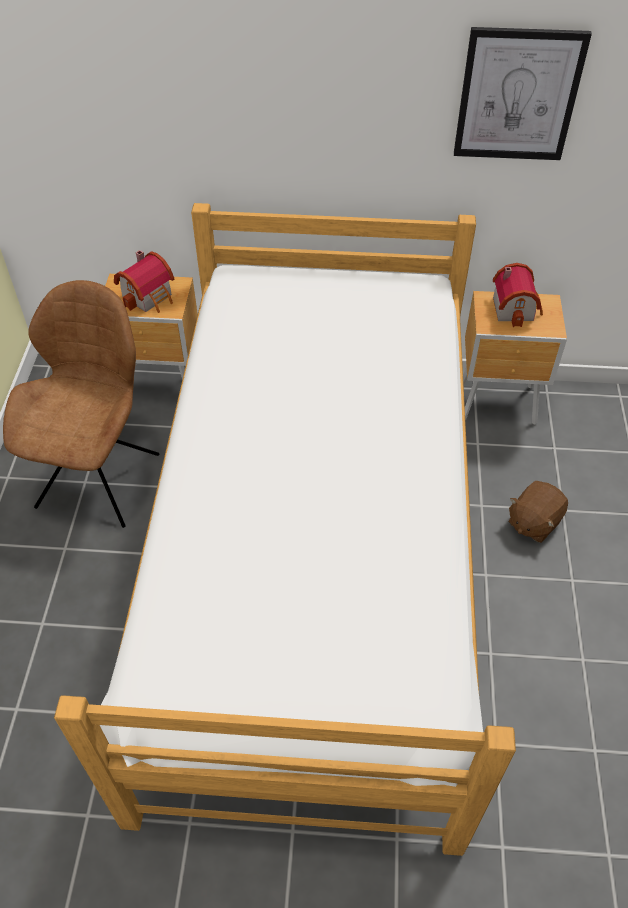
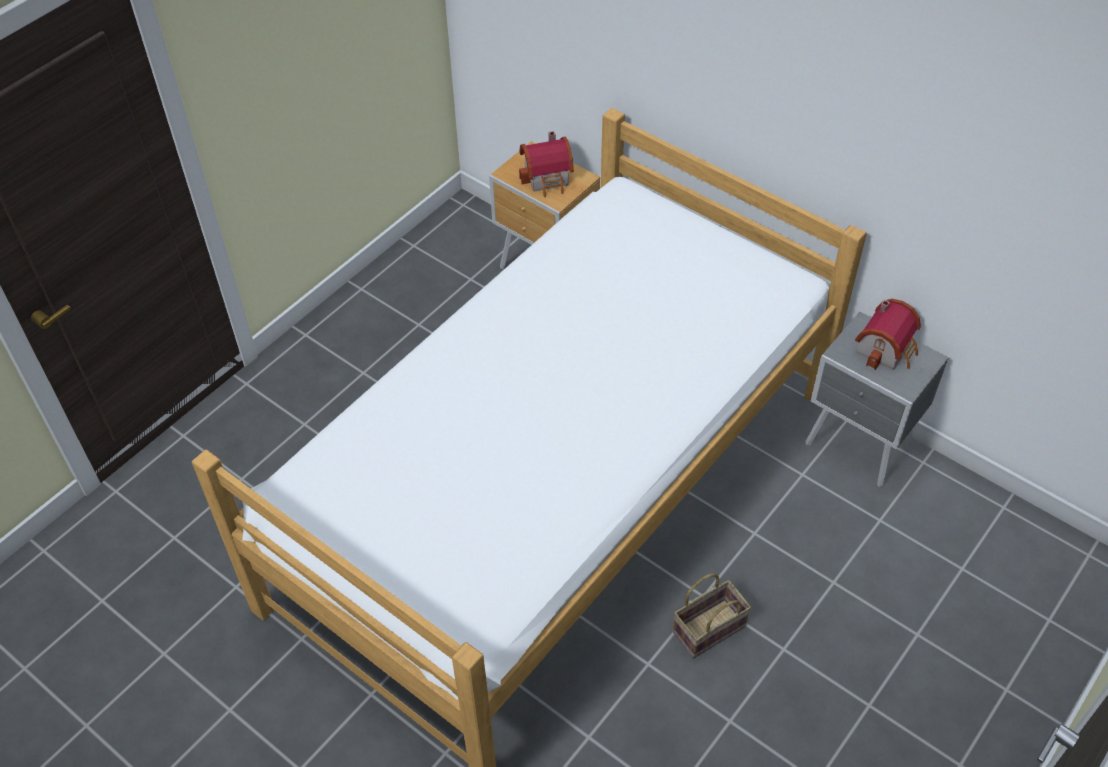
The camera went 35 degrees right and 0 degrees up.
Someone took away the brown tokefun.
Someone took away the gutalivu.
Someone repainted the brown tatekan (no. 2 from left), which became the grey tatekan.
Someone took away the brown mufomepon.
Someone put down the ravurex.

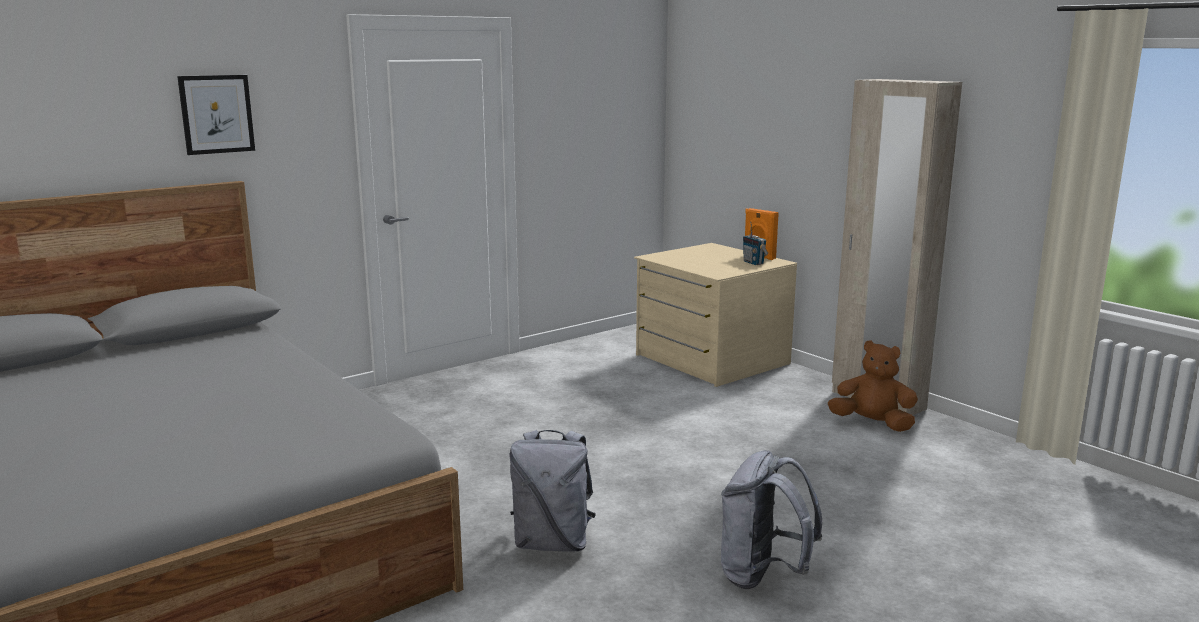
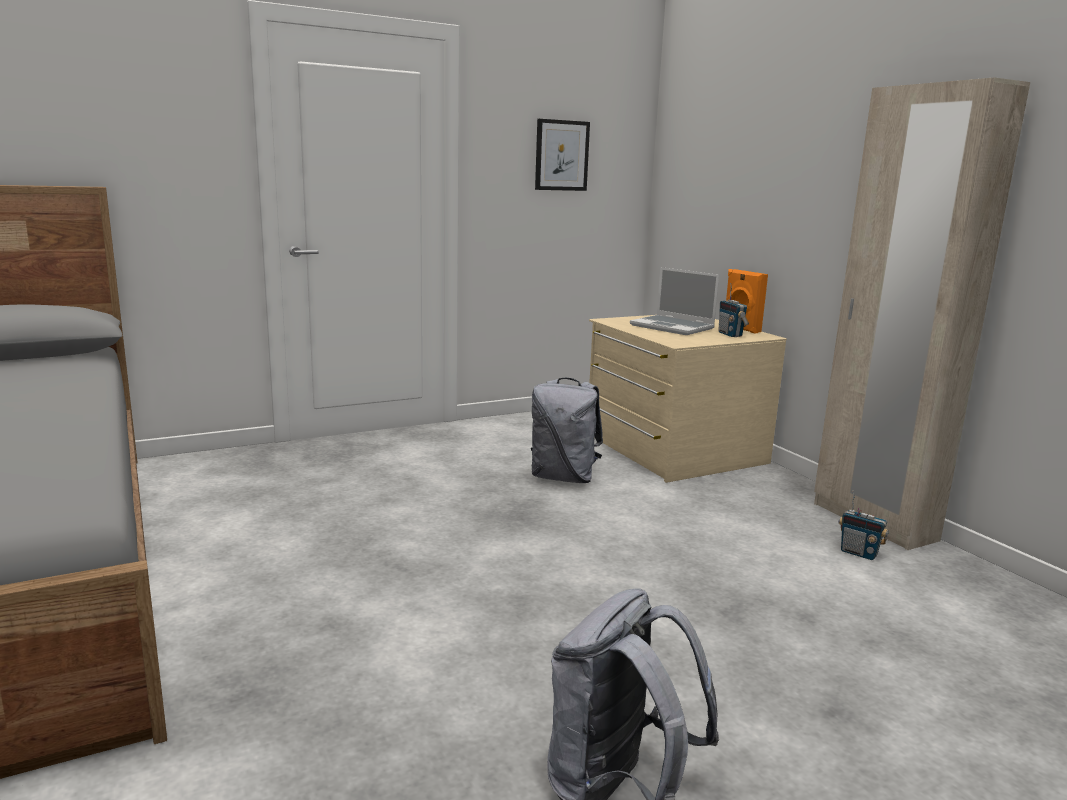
The camera went 10 degrees right and 0 degrees up.
Someone carried the gutalivu.
Someone carried the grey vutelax (no. 1 from left).
Someone swapped the brown mufomepon for the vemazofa (no. 2 from left).
Someone put down the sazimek.

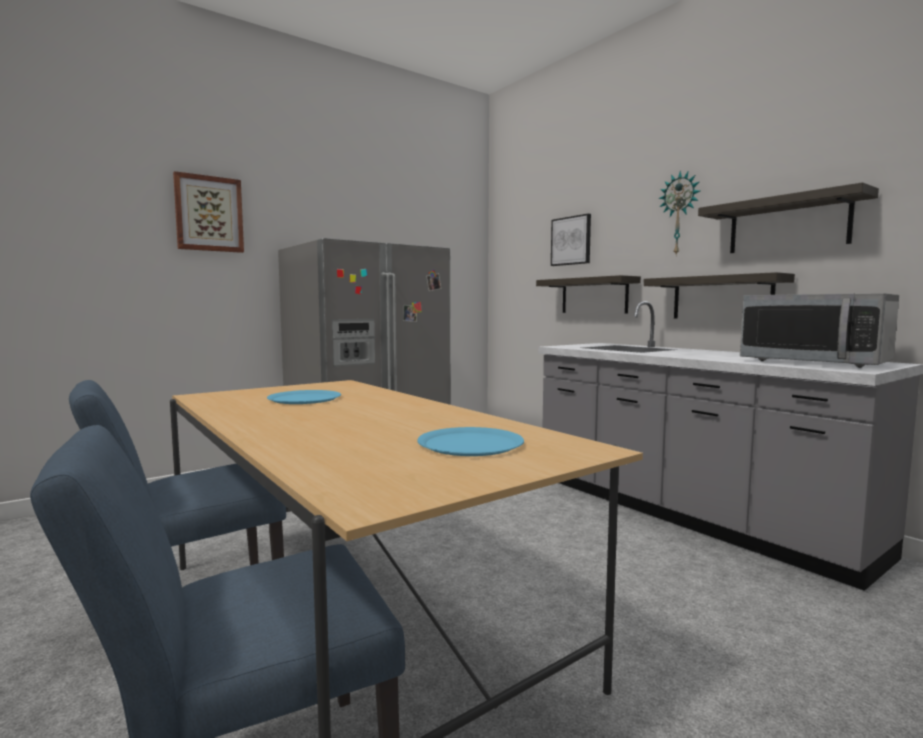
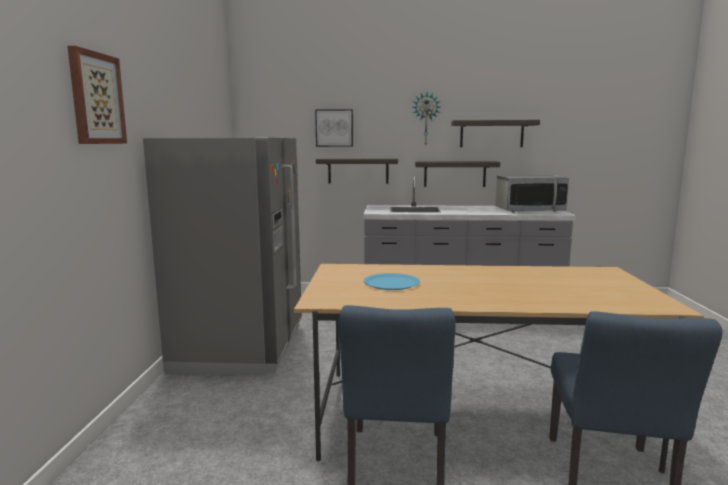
The camera went 50 degrees left and 5 degrees up.
Someone took away the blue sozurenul (no. 2 from left).

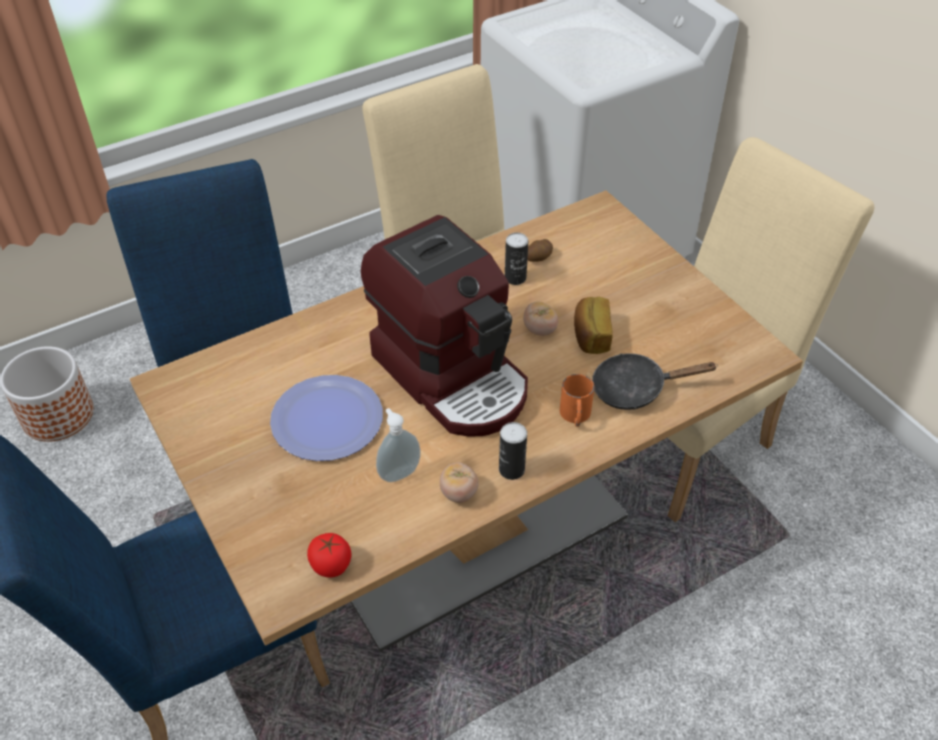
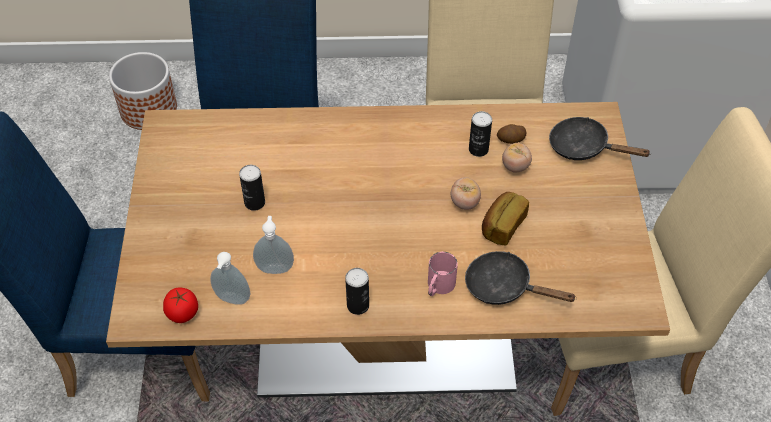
The camera went 30 degrees right and 5 degrees up.
Someone swapped the sozurenul for the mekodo (no. 1 from left).
Someone took away the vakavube.
Someone carried the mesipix (no. 2 from left in the first image).
Someone repainted the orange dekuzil, which became the pink dekuzil.
Someone put down the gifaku (no. 1 from left).
Someone put down the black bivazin (no. 2 from left).

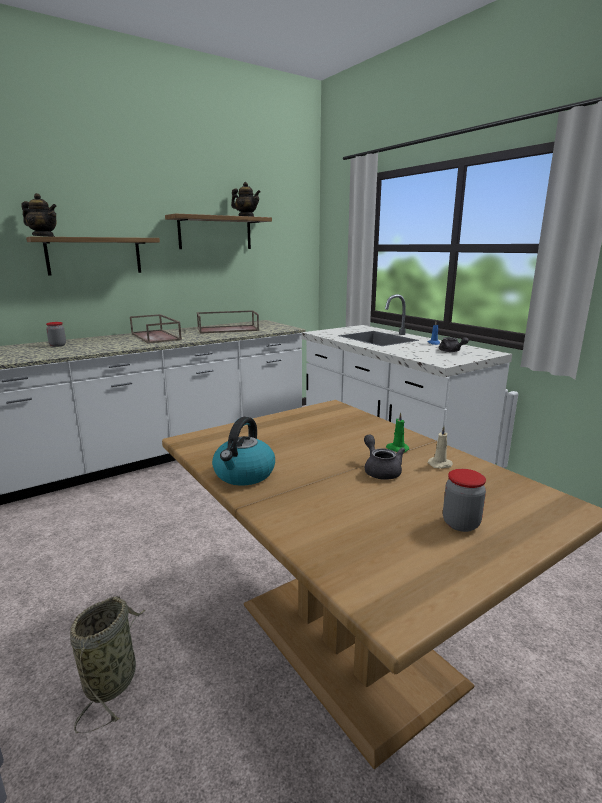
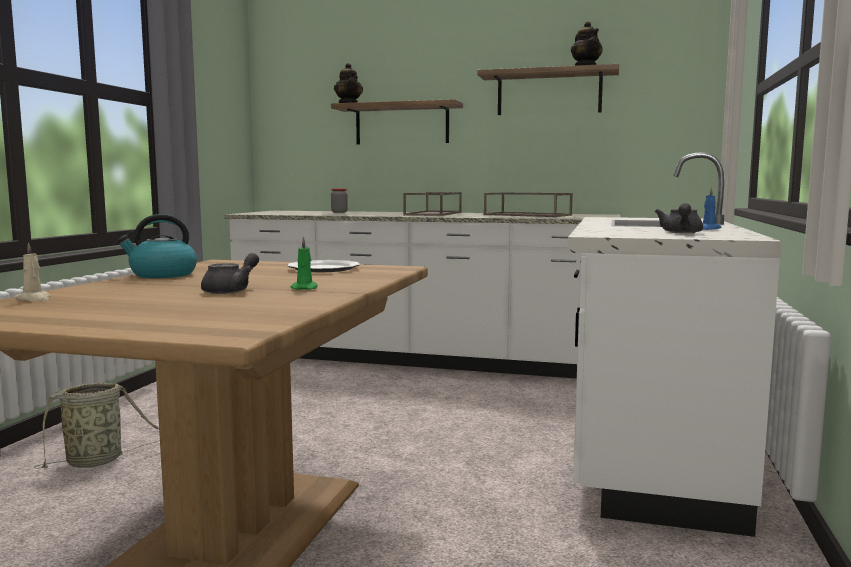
The camera went 50 degrees right and 10 degrees down.
Someone carried the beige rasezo.
Someone took away the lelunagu (no. 2 from left).
Someone put down the sozurenul.

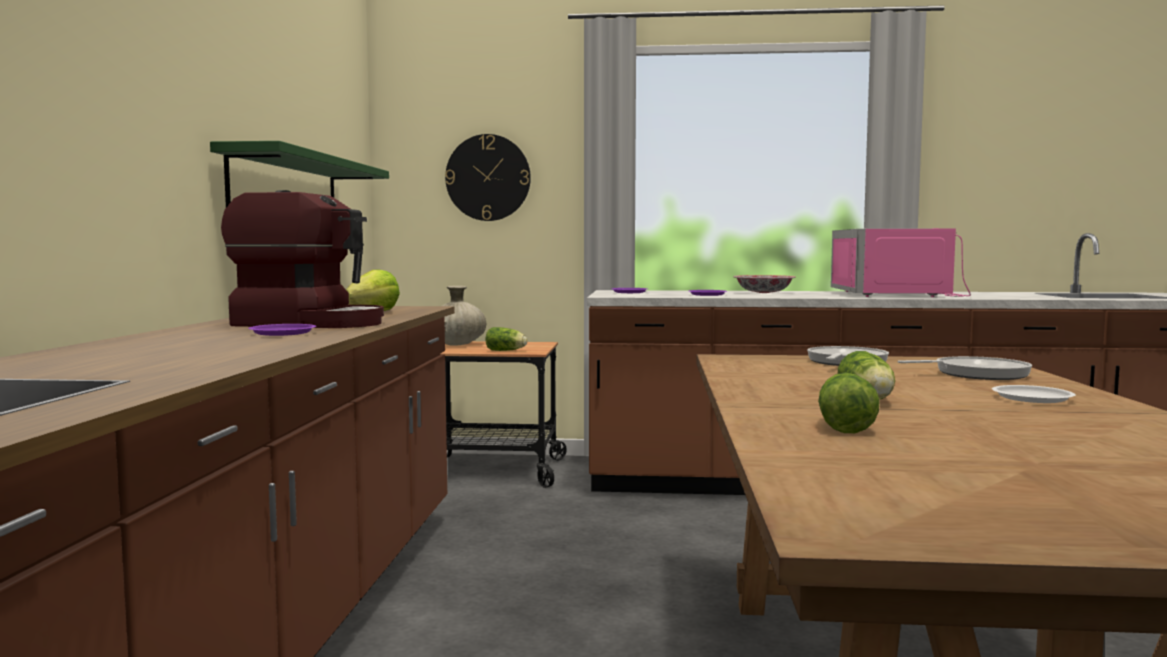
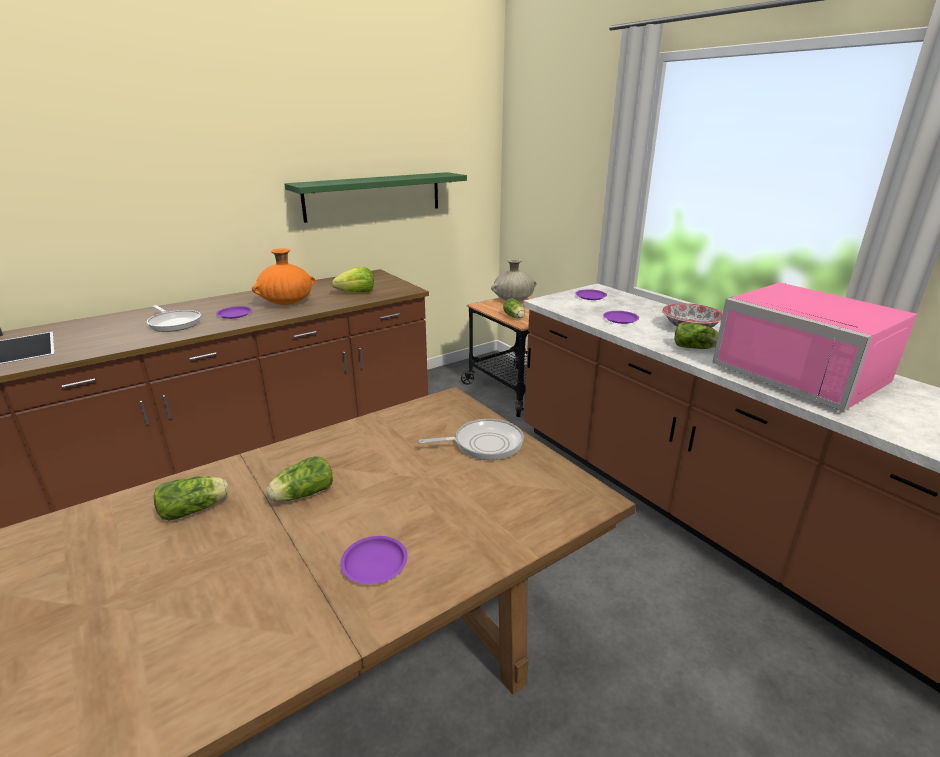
The camera went 50 degrees right and 20 degrees up.
Someone swapped the vakavube for the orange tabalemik.
Someone took away the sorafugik.
Someone rotated the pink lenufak by 90 degrees counterclockwise.
Someone carried the bivazin (no. 2 from left in the first image).
Someone repainted the white sozurenul, which became the purple sozurenul (no. 2 from left).
Someone put down the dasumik (no. 5 from left).

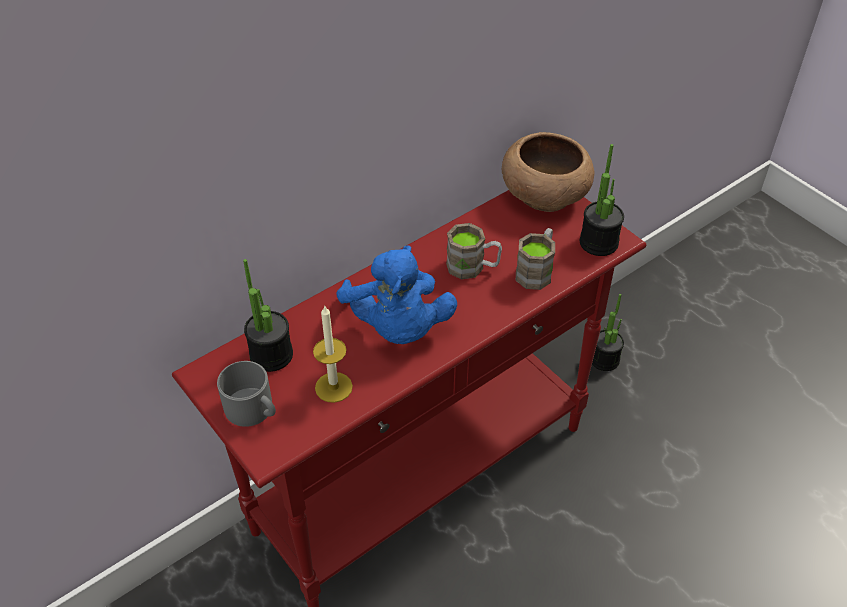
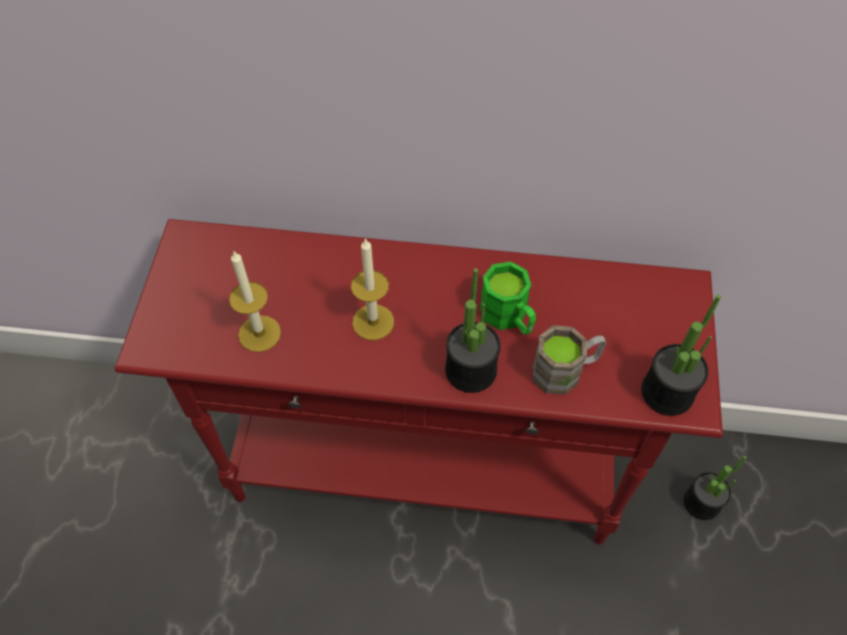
The camera went 45 degrees right and 10 degrees up.
Someone took away the grey dekuzil.
Someone carried the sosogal (no. 1 from left).
Someone swapped the blue mufomepon for the rasezo (no. 2 from left).
Someone repainted the brown dekuzil (no. 1 from left), which became the green dekuzil.
Someone took away the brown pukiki.

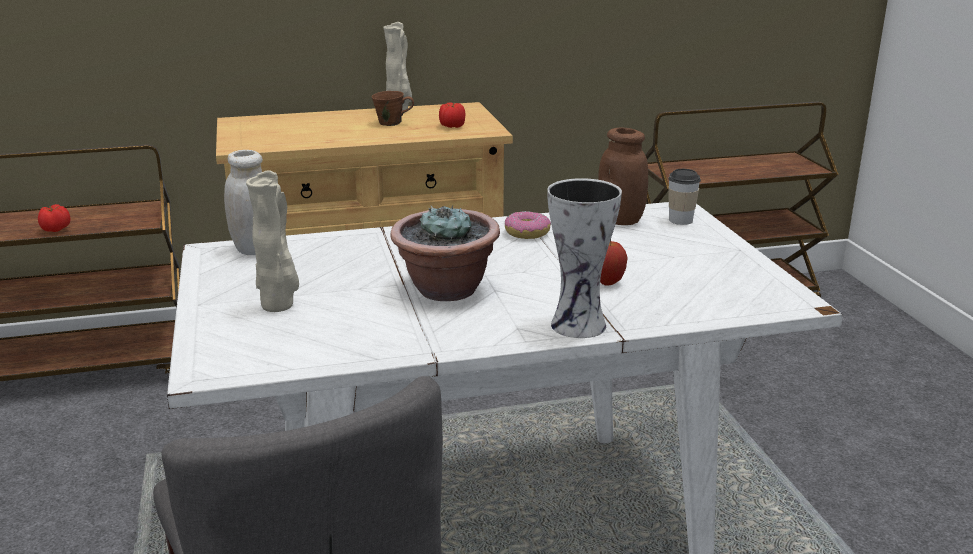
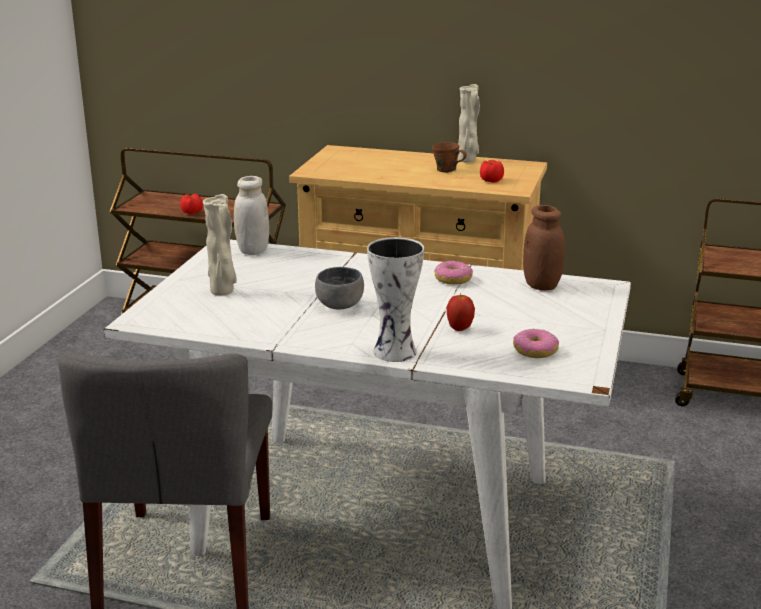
The camera went 30 degrees right and 0 degrees up.
Someone swapped the sosogal for the grey pukiki.
Someone took away the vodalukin.
Someone put down the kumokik (no. 2 from left).

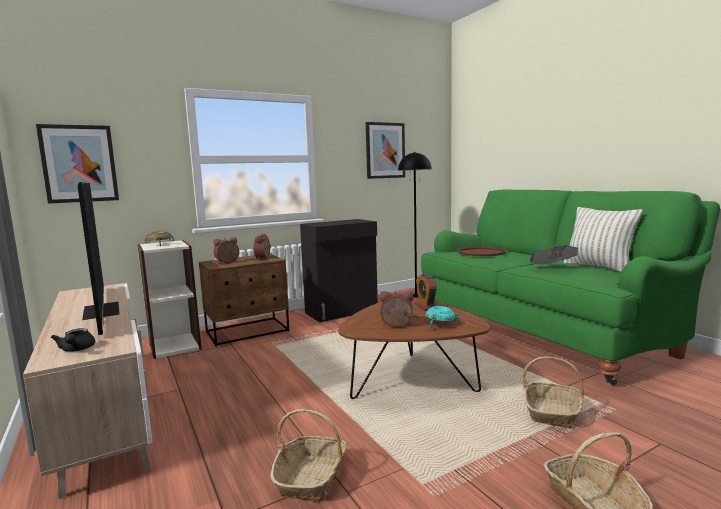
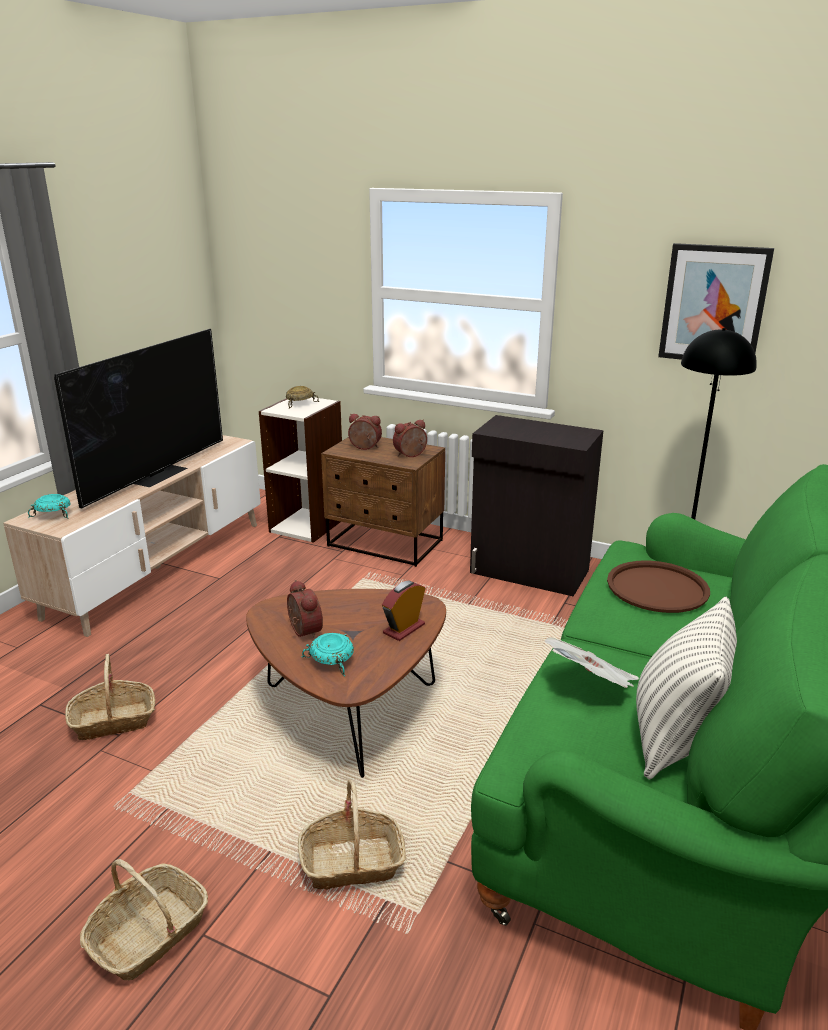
The camera went 55 degrees right and 15 degrees up.
Someone took away the gutalivu (no. 1 from left).
Someone swapped the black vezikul for the turquoise pukiki (no. 1 from left).

